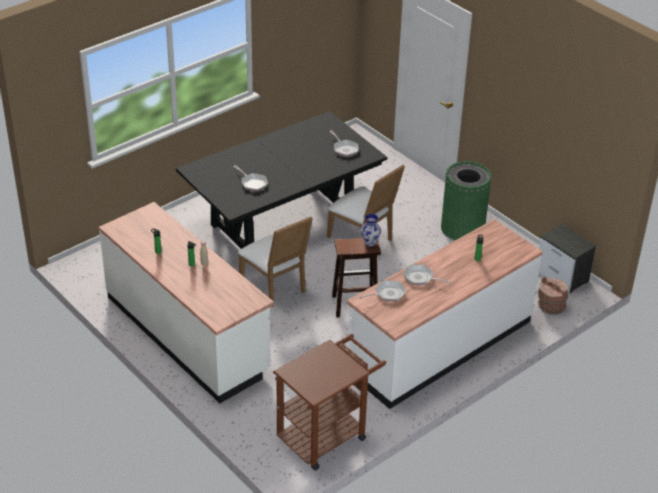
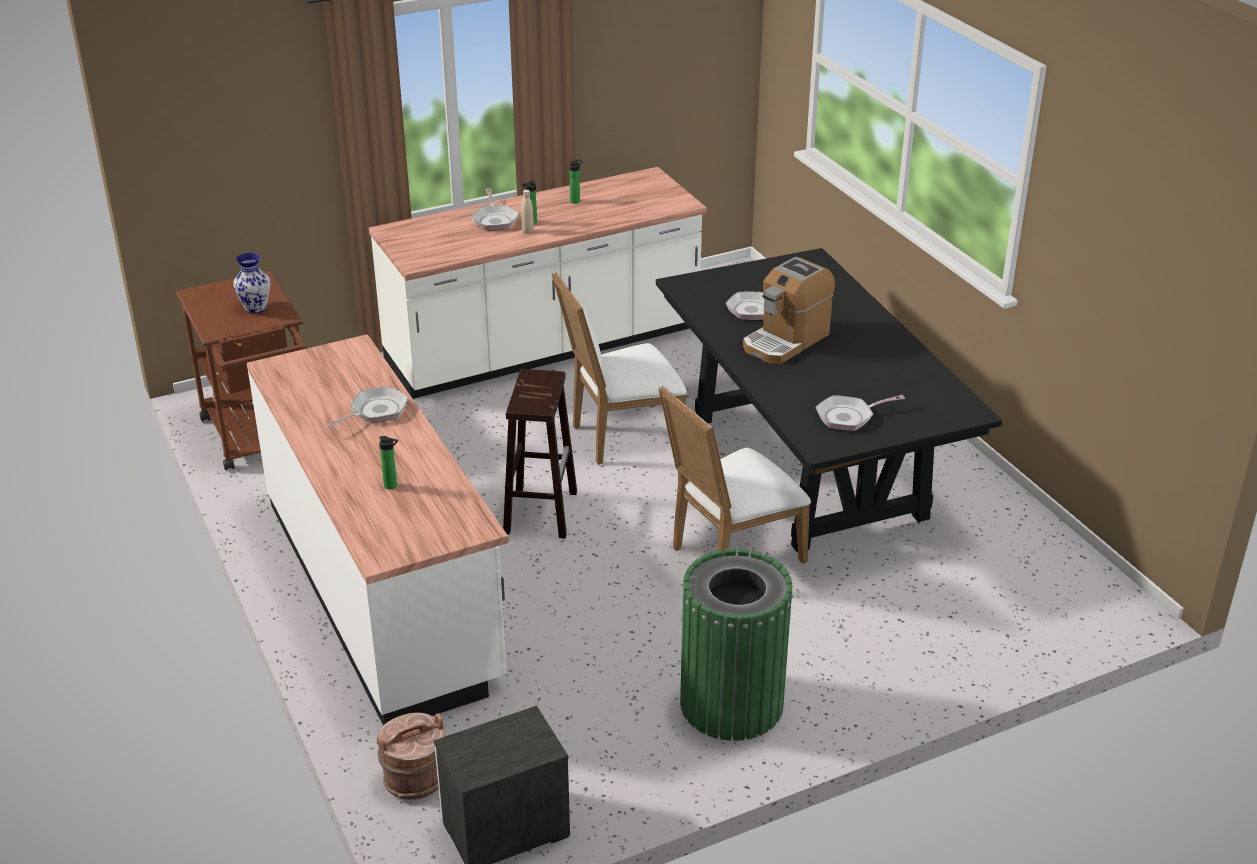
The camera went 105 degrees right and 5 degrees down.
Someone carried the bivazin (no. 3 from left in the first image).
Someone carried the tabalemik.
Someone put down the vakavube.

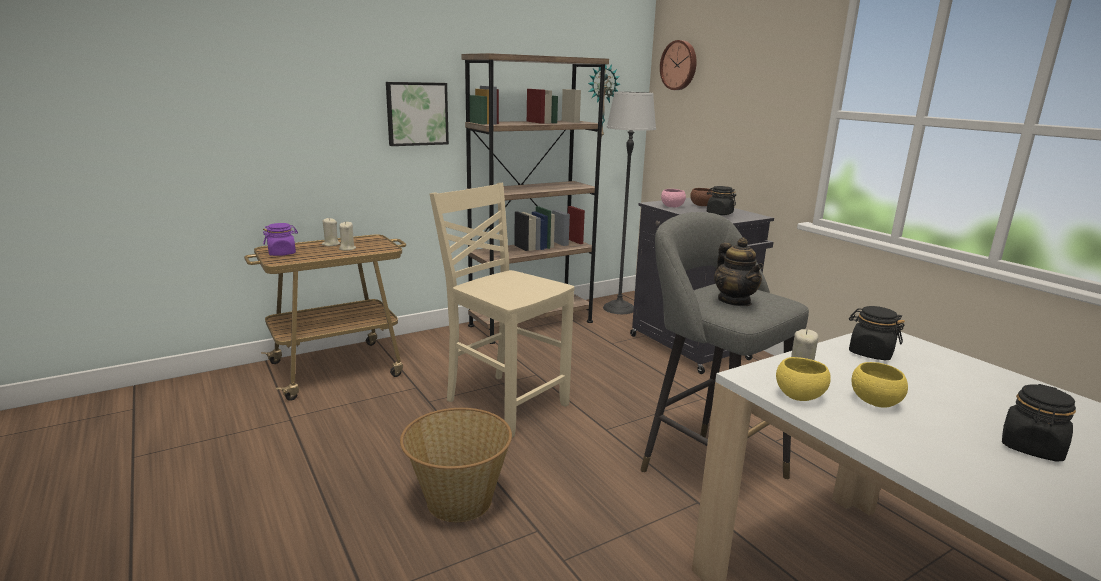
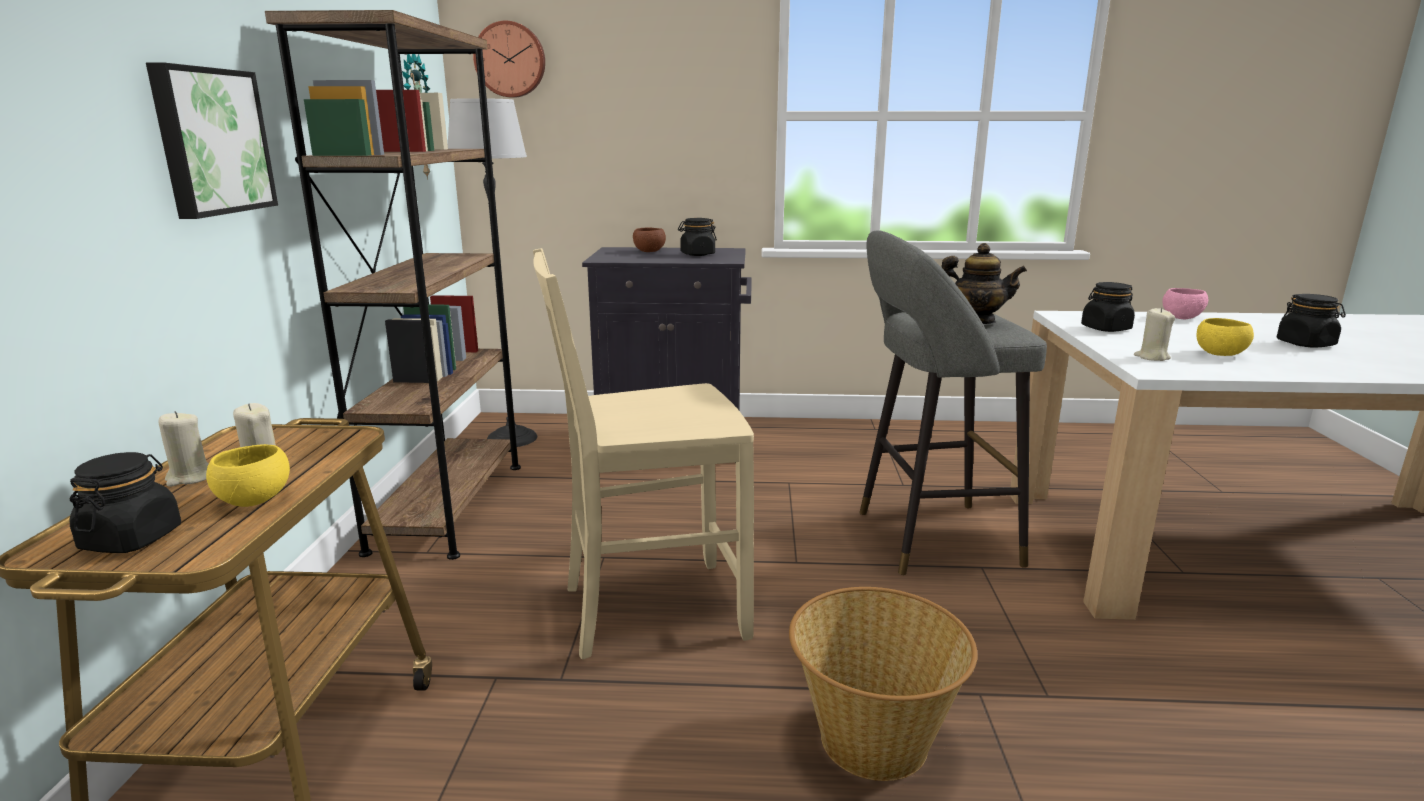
The camera went 55 degrees left and 0 degrees up.
Someone repainted the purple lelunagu, which became the black lelunagu (no. 1 from left).
Someone carried the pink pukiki.
Someone carried the yellow pukiki (no. 1 from left).

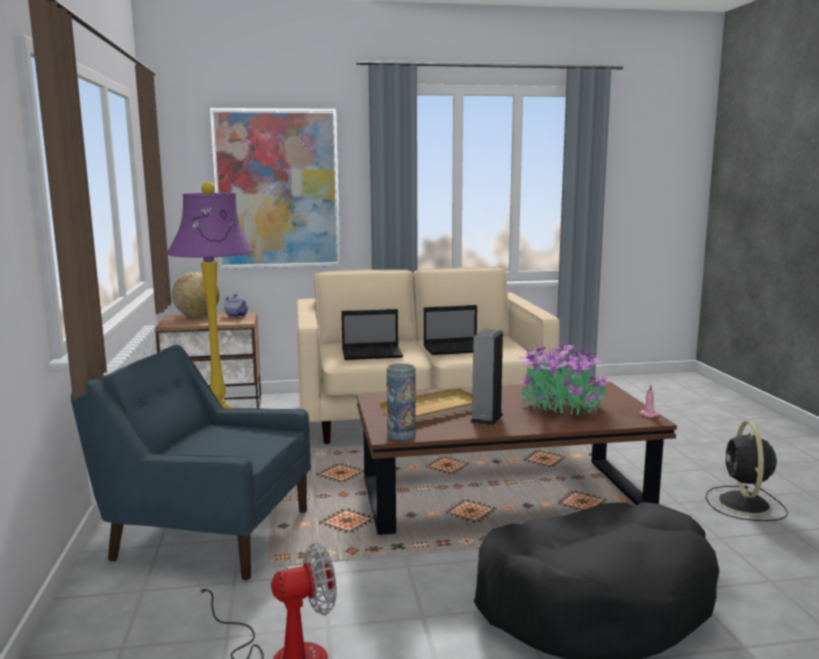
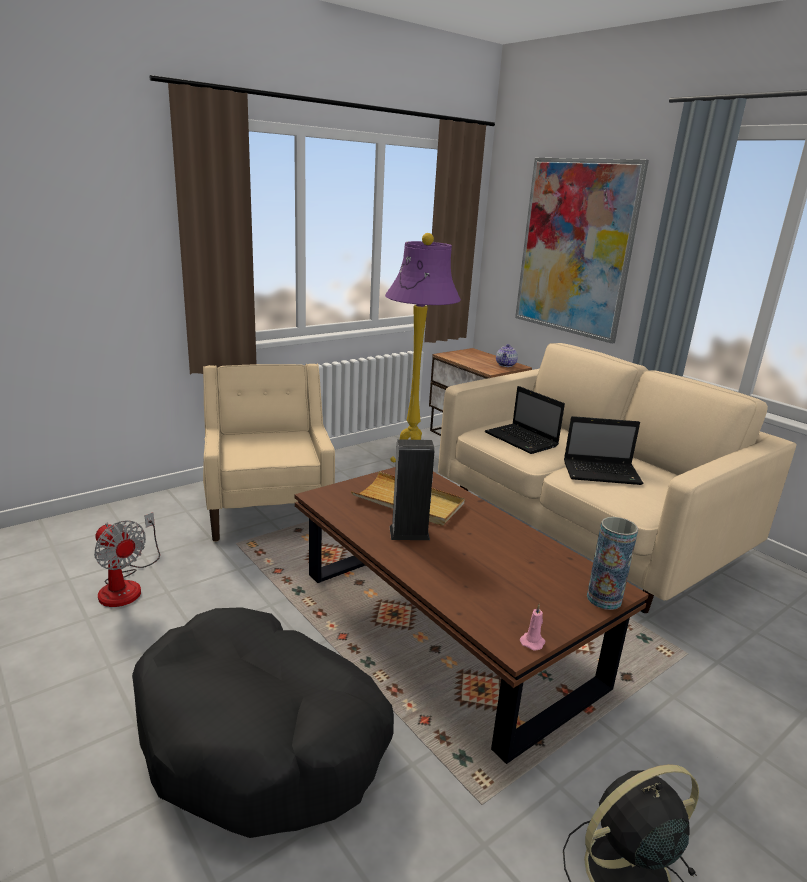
The camera went 60 degrees right and 10 degrees up.
Someone repainted the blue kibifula, which became the beige kibifula.
Someone took away the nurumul.
Someone carried the tabalemik.
Someone rotated the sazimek (no. 2 from left) by 45 degrees counterclockwise.
Someone took away the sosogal.

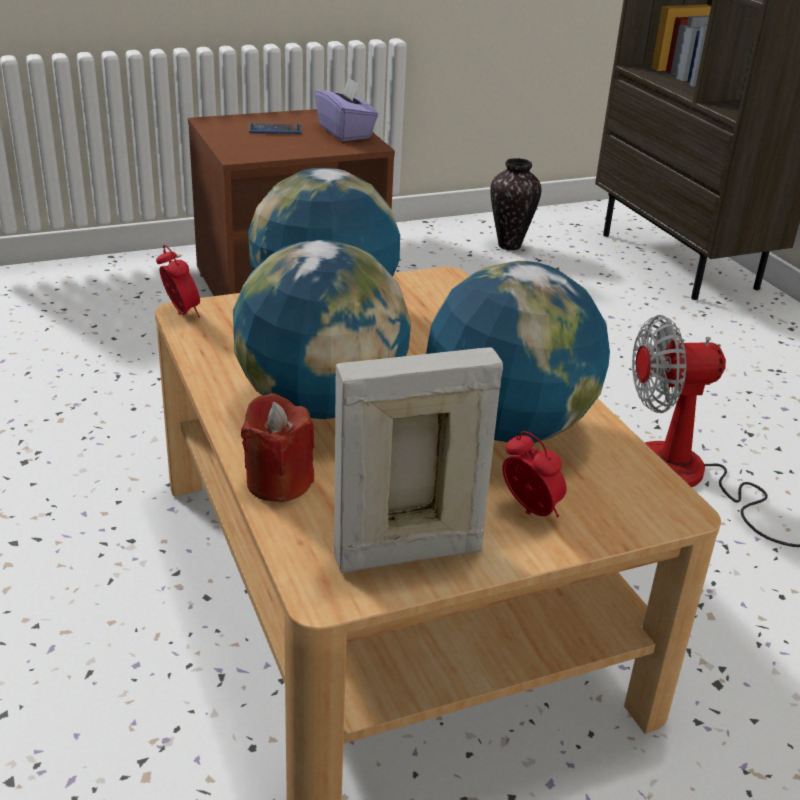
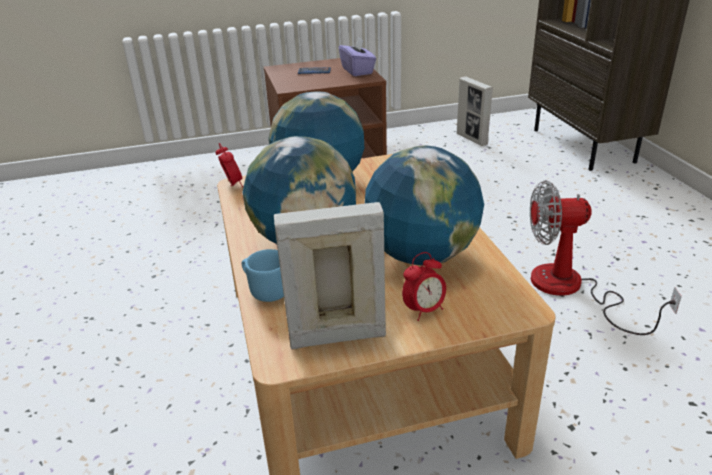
The camera went 10 degrees right and 0 degrees up.
Someone swapped the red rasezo for the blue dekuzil.
Someone swapped the tabalemik for the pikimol (no. 2 from left).
Someone rotated the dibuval (no. 2 from left) by 90 degrees clockwise.

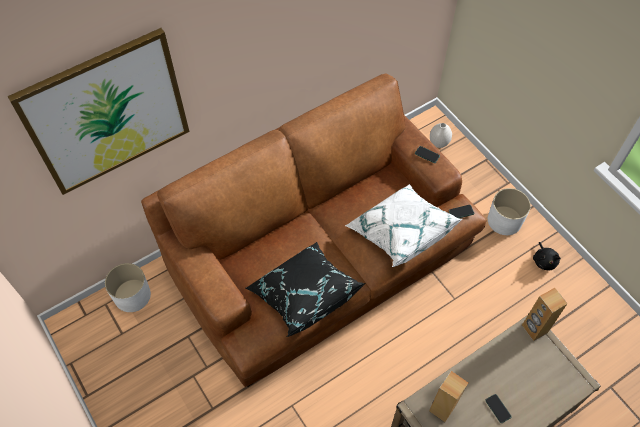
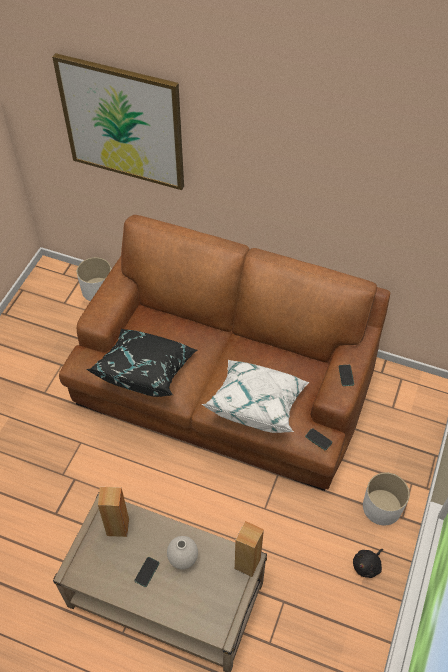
The camera went 55 degrees right and 5 degrees down.
Someone carried the white tabalemik.

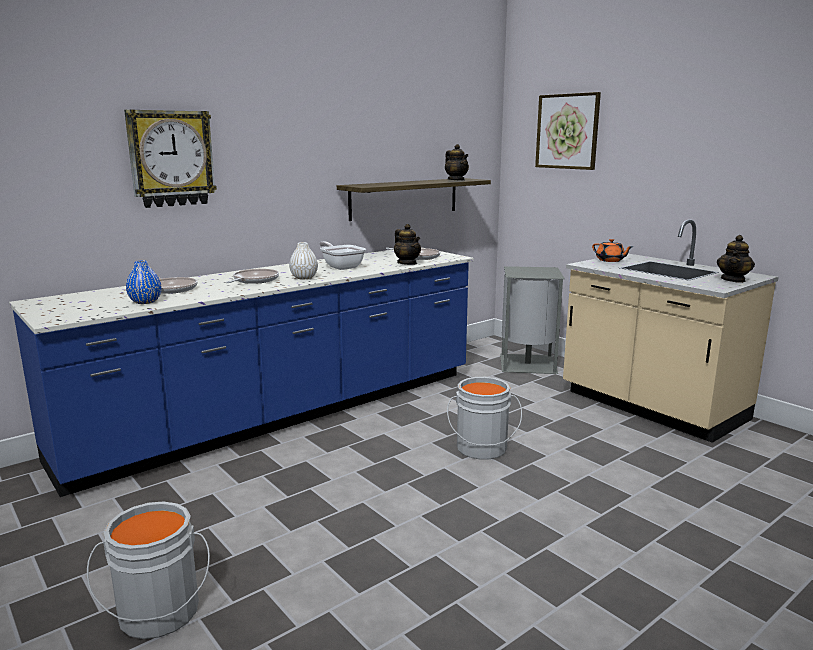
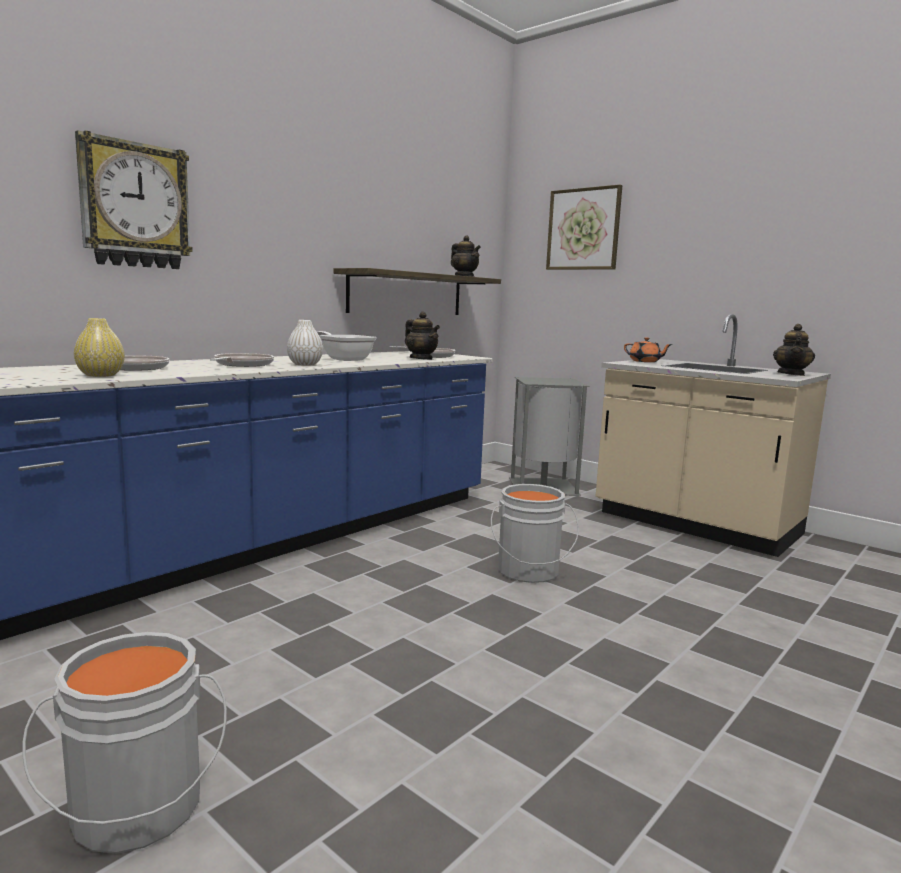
The camera went 10 degrees left and 5 degrees down.
Someone repainted the blue tabalemik, which became the yellow tabalemik.

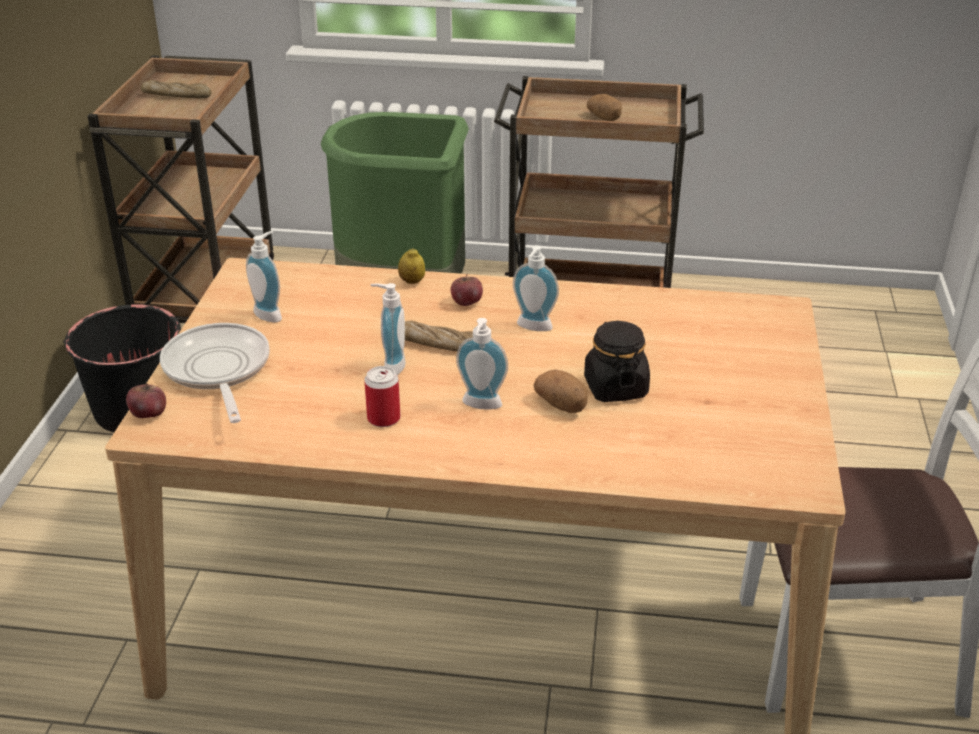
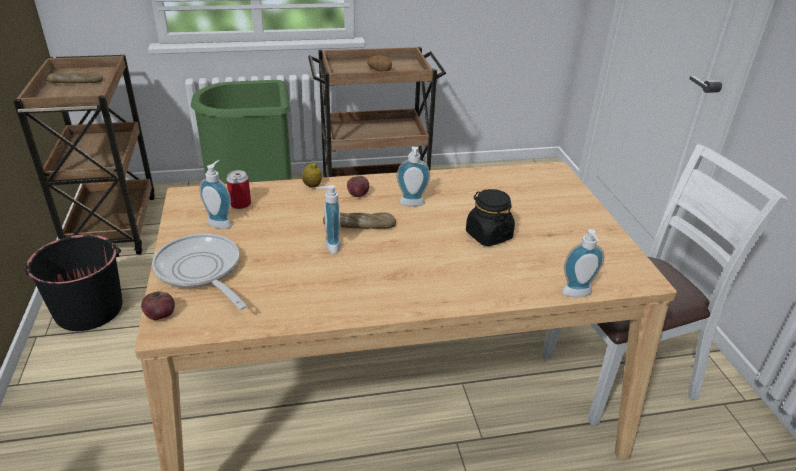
The camera went 20 degrees left and 0 degrees up.
Someone carried the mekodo.
Someone carried the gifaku (no. 3 from left in the first image).
Someone took away the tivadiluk (no. 1 from left).

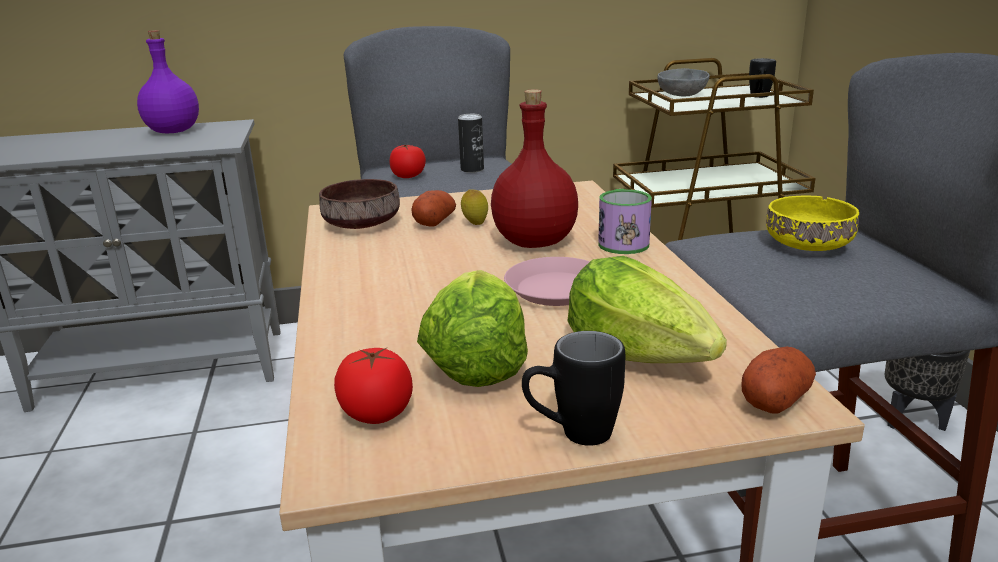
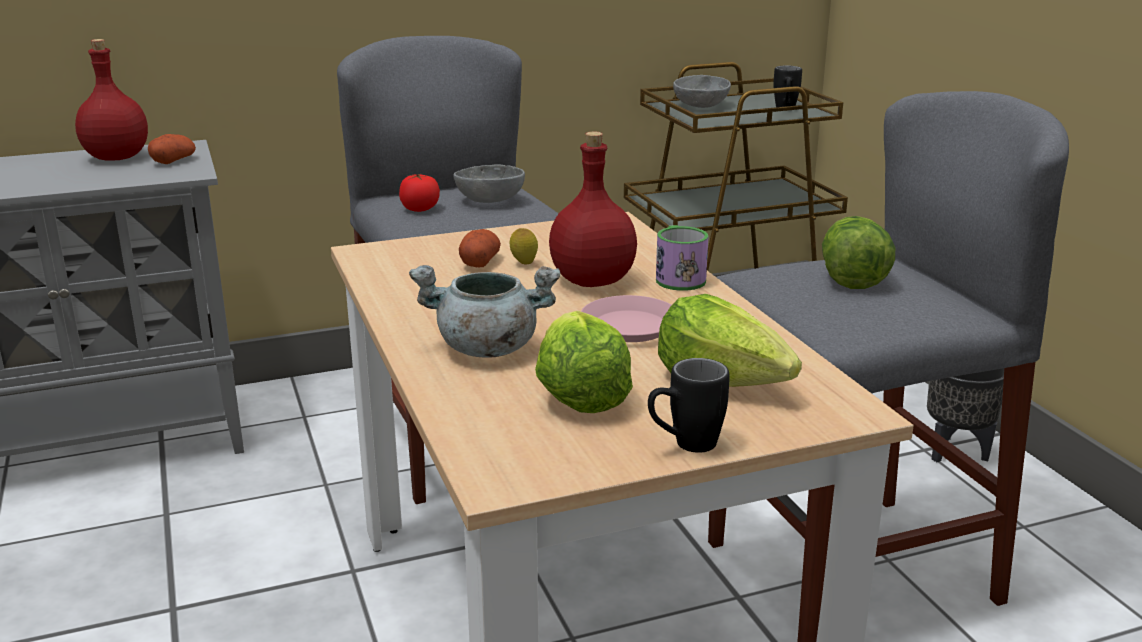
The camera went 10 degrees left and 0 degrees up.
Someone repainted the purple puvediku, which became the red puvediku (no. 1 from left).
Someone took away the brown pukiki.
Someone took away the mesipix (no. 1 from left).
Someone swapped the mekodo for the grey pukiki (no. 1 from left).
Someone carried the tivadiluk (no. 2 from left in the first image).
Someone swapped the yellow pukiki for the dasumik (no. 3 from left).
Someone put down the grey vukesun.

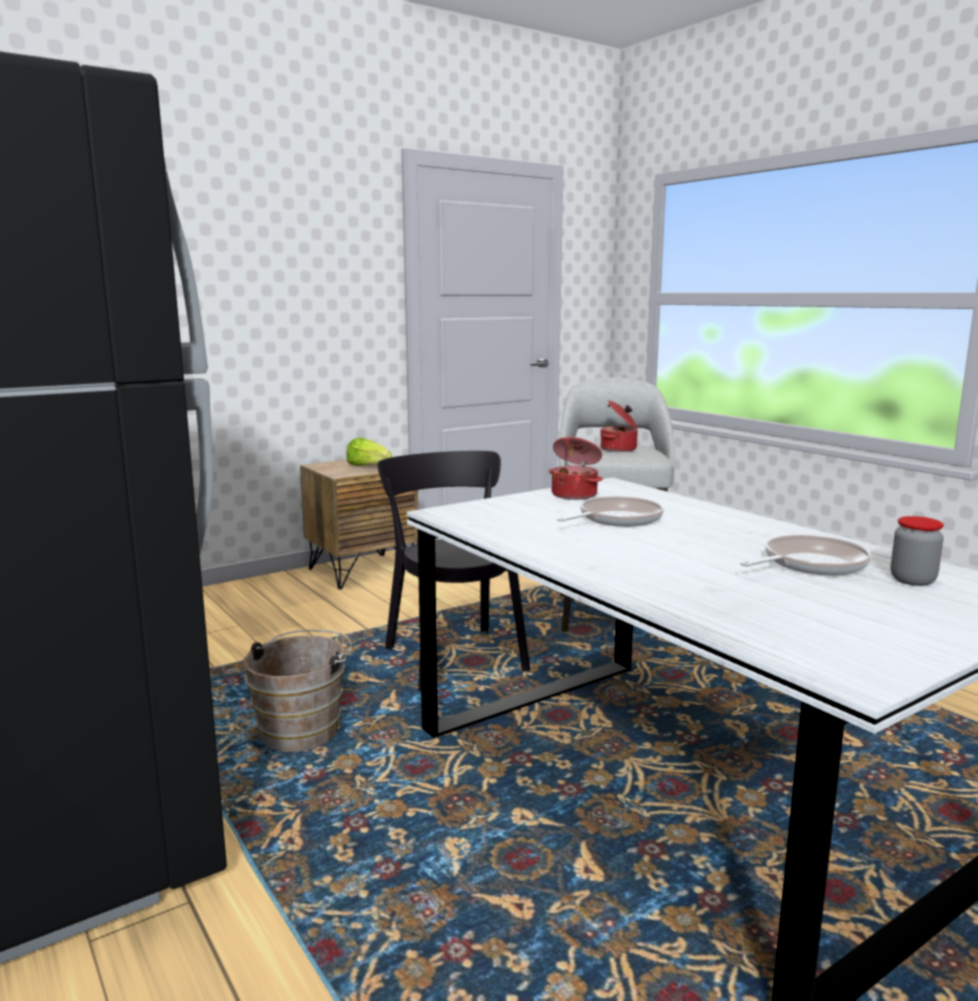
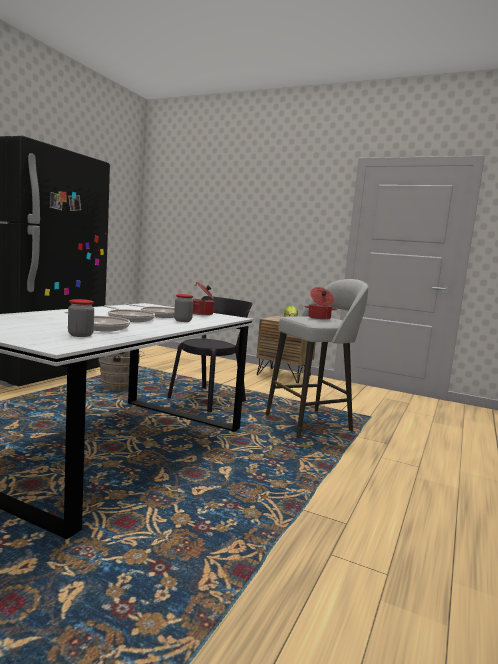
The camera went 60 degrees right and 5 degrees down.
Someone put down the bivazin (no. 2 from left).
Someone put down the lelunagu (no. 2 from left).

